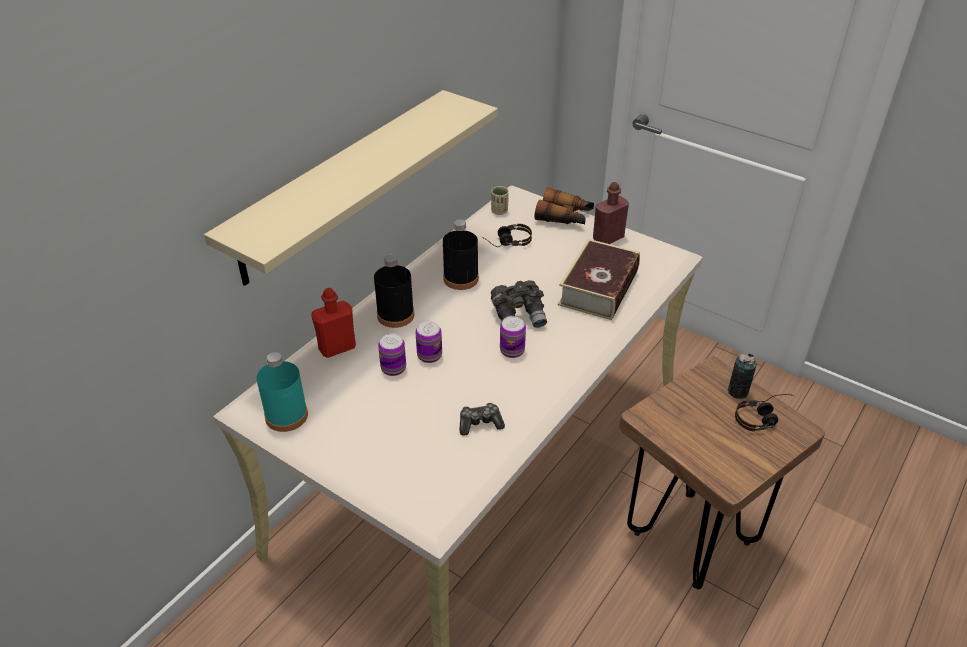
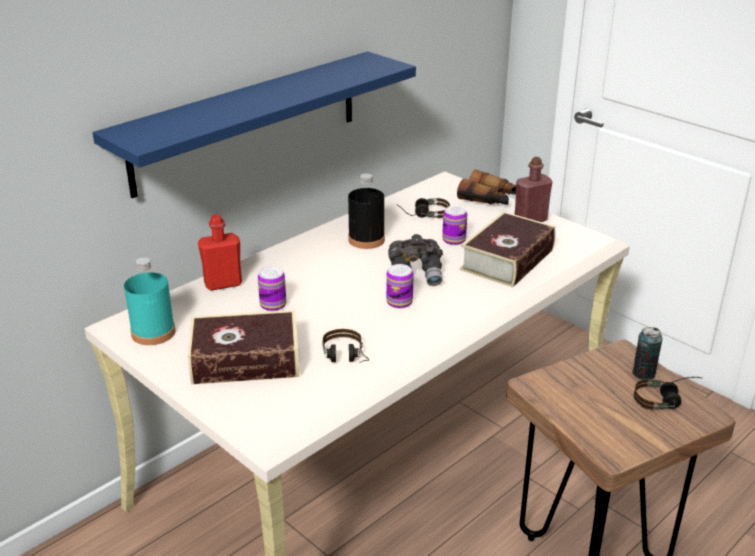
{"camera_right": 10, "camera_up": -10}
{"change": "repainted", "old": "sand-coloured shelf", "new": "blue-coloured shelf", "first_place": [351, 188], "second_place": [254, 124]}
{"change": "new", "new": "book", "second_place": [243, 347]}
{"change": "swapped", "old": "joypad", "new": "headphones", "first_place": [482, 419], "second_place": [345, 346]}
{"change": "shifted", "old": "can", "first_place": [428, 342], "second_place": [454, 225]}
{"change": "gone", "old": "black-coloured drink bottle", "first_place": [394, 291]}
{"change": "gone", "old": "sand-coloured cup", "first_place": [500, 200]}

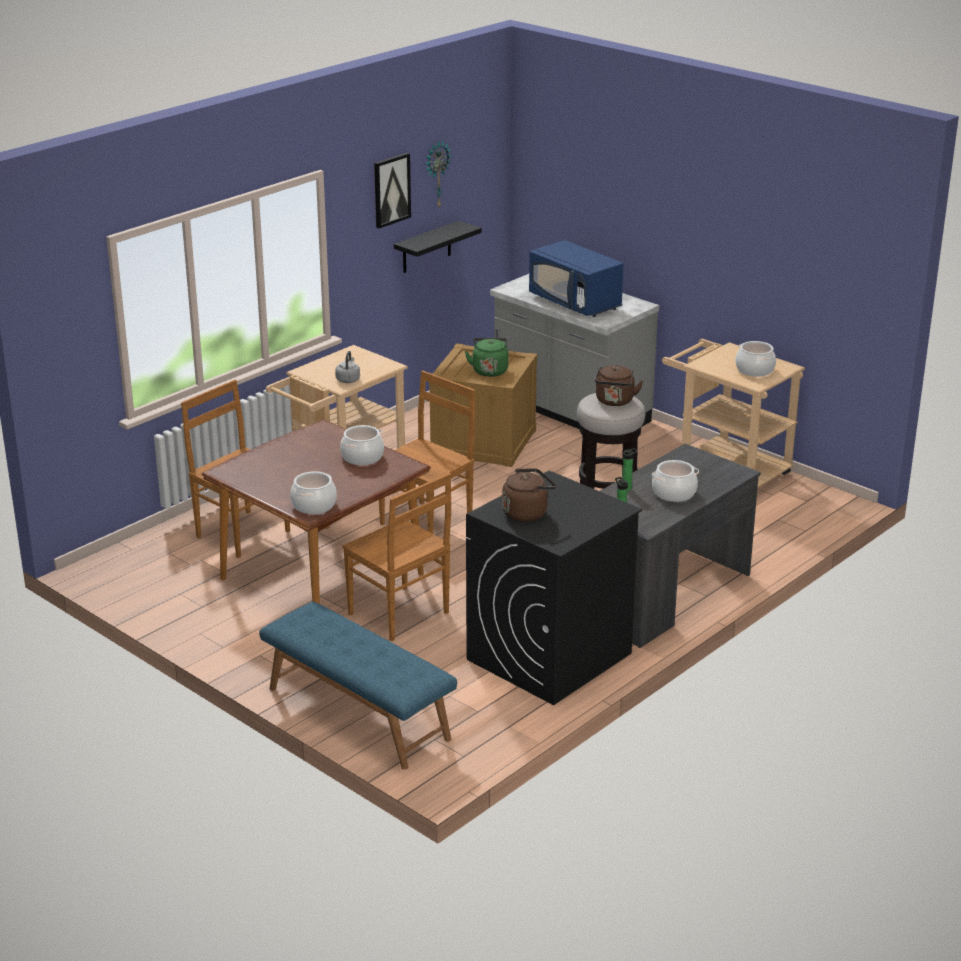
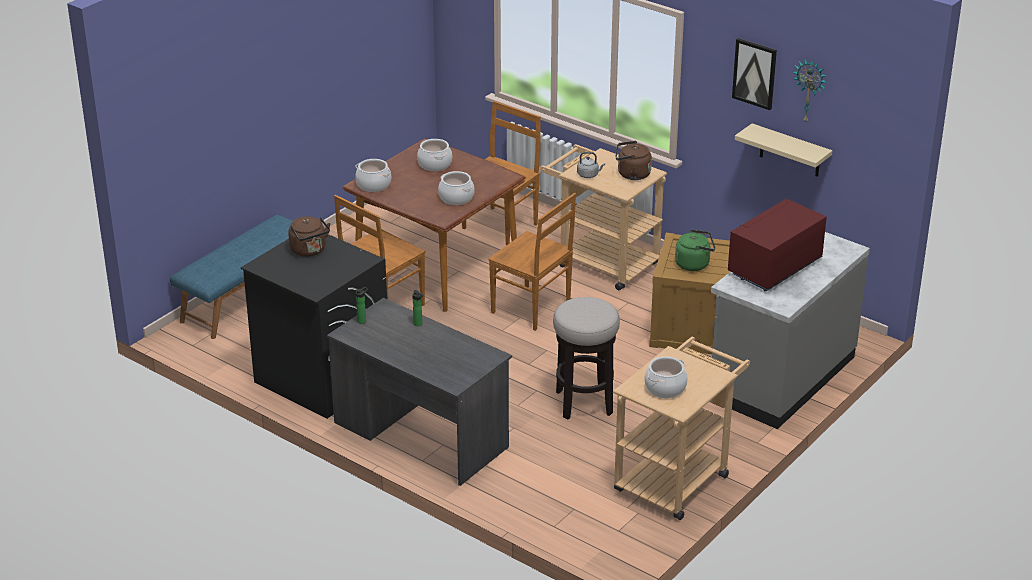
{"camera_right": 85, "camera_up": 5}
{"change": "shifted", "old": "saucepot", "first_place": [675, 481], "second_place": [434, 155]}
{"change": "shifted", "old": "brown kettle", "first_place": [619, 385], "second_place": [634, 160]}
{"change": "repainted", "old": "blue-coloured microwave oven", "new": "reddish microwave oven", "first_place": [576, 278], "second_place": [777, 245]}
{"change": "repainted", "old": "black-coloured shelf", "new": "sand-coloured shelf", "first_place": [438, 247], "second_place": [783, 150]}

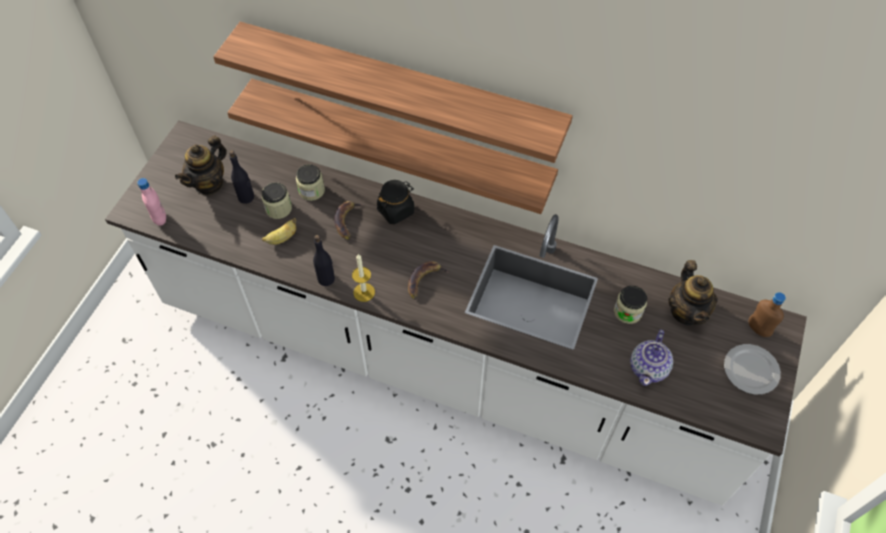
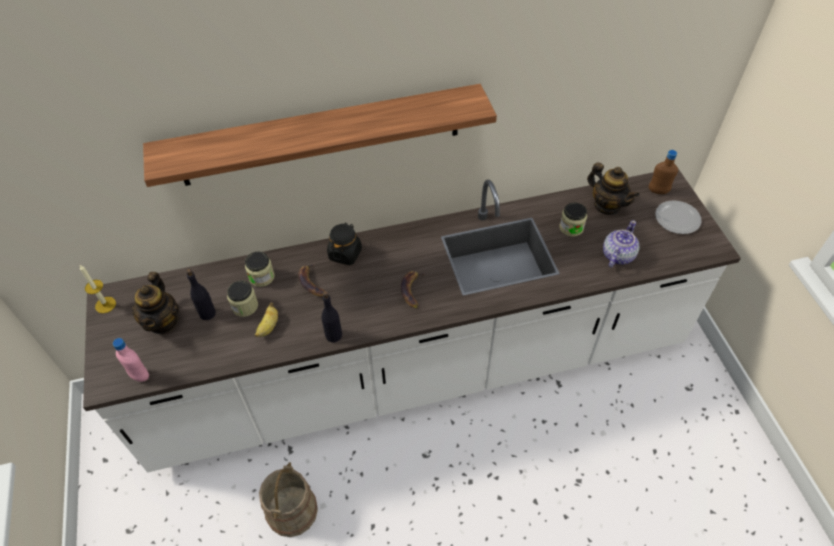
{"camera_right": -35, "camera_up": -5}
{"change": "shifted", "old": "wax candle", "first_place": [363, 278], "second_place": [98, 289]}
{"change": "new", "new": "sand-coloured pail", "second_place": [288, 499]}
{"change": "rotated", "old": "pot for tea", "first_place": [651, 358], "second_place": [621, 244], "degrees": -135}
{"change": "gone", "old": "shelf", "first_place": [392, 146]}

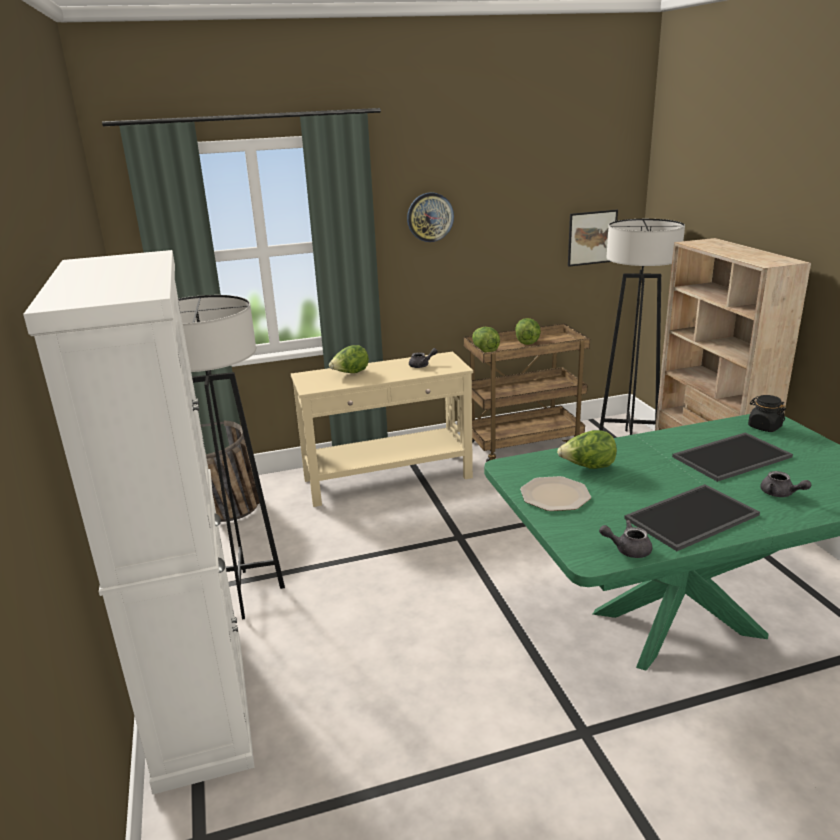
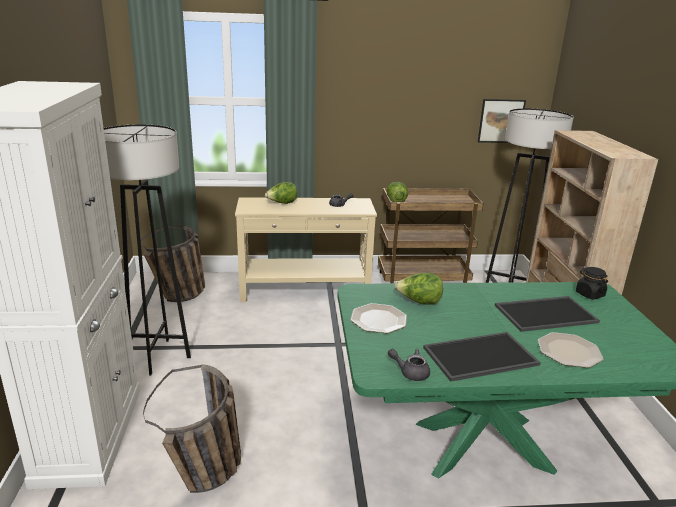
{"camera_right": 10, "camera_up": 0}
{"change": "new", "new": "storage basket", "second_place": [192, 428]}
{"change": "swapped", "old": "gray pot for tea", "new": "dinner plate", "first_place": [785, 484], "second_place": [570, 350]}
{"change": "gone", "old": "hanging clock", "first_place": [430, 217]}
{"change": "gone", "old": "lettuce", "first_place": [528, 331]}

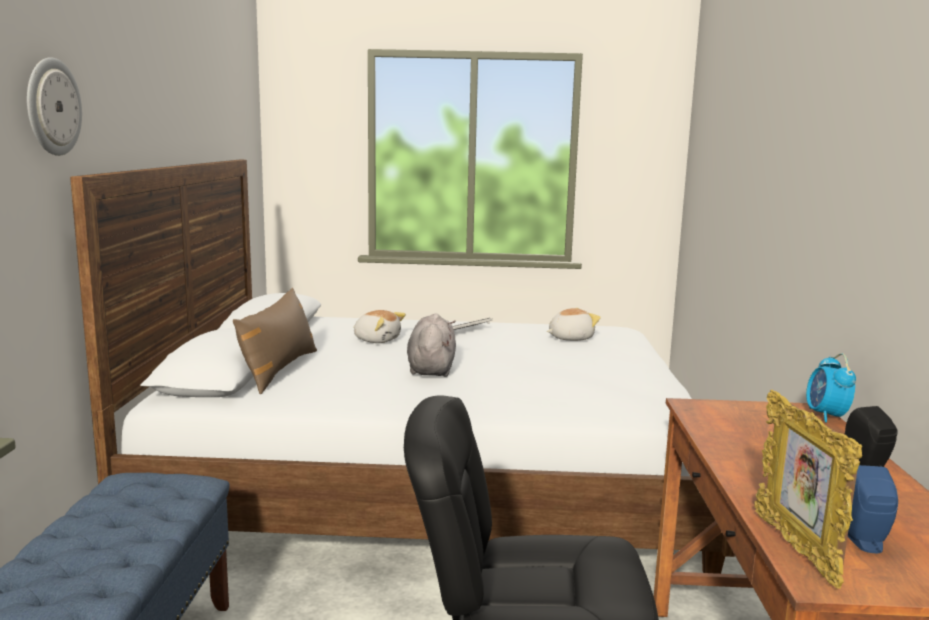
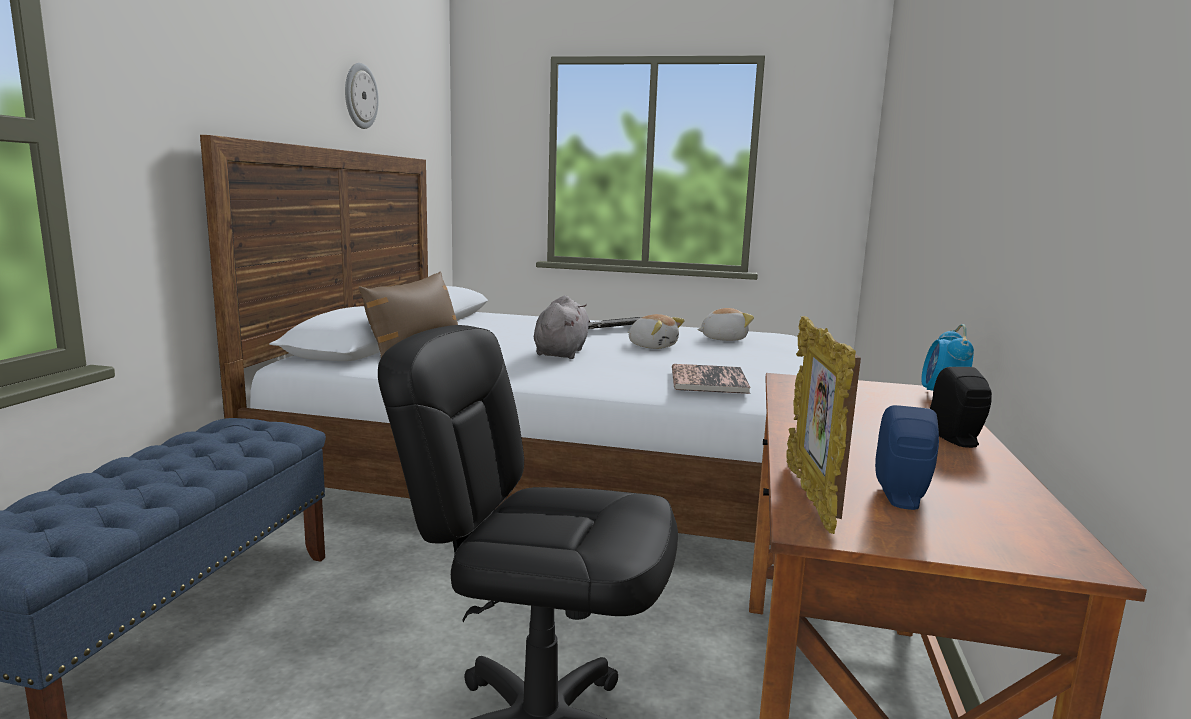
{"camera_right": 10, "camera_up": 0}
{"change": "shifted", "old": "hanging clock", "first_place": [54, 106], "second_place": [362, 96]}
{"change": "shifted", "old": "soft toy", "first_place": [379, 326], "second_place": [656, 331]}
{"change": "new", "new": "book", "second_place": [711, 379]}

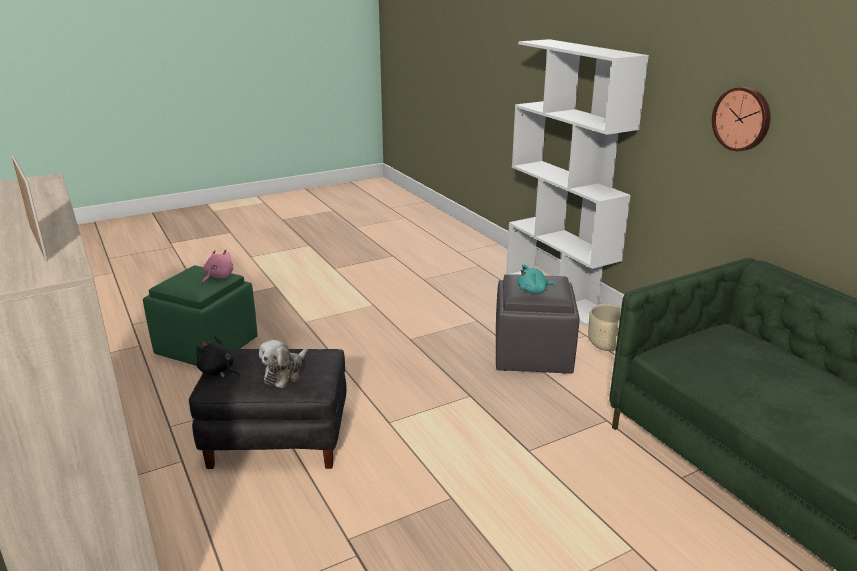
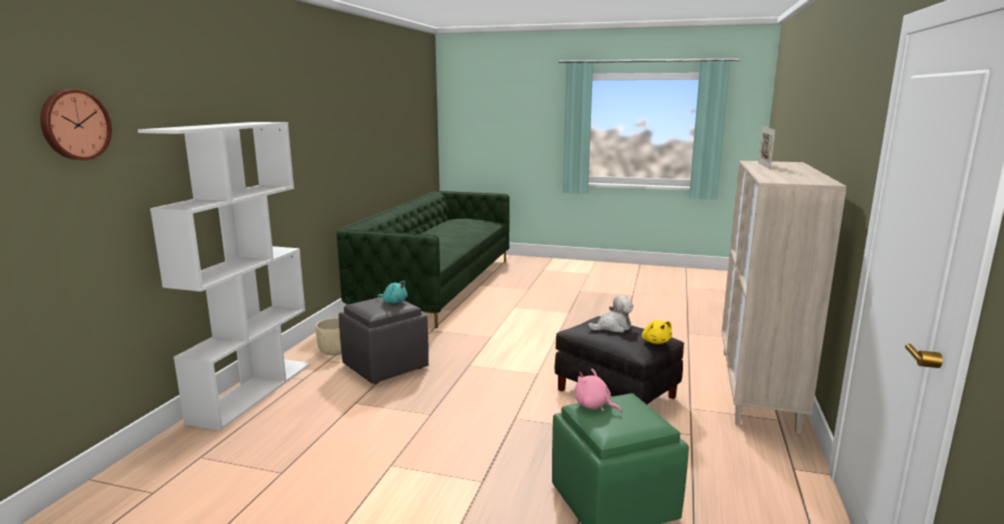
{"camera_right": -135, "camera_up": -10}
{"change": "shifted", "old": "hanging clock", "first_place": [741, 119], "second_place": [76, 124]}
{"change": "rotated", "old": "pink soft toy", "first_place": [218, 266], "second_place": [598, 391], "degrees": 60}
{"change": "repainted", "old": "black-coloured soft toy", "new": "yellow-coloured soft toy", "first_place": [218, 357], "second_place": [657, 332]}

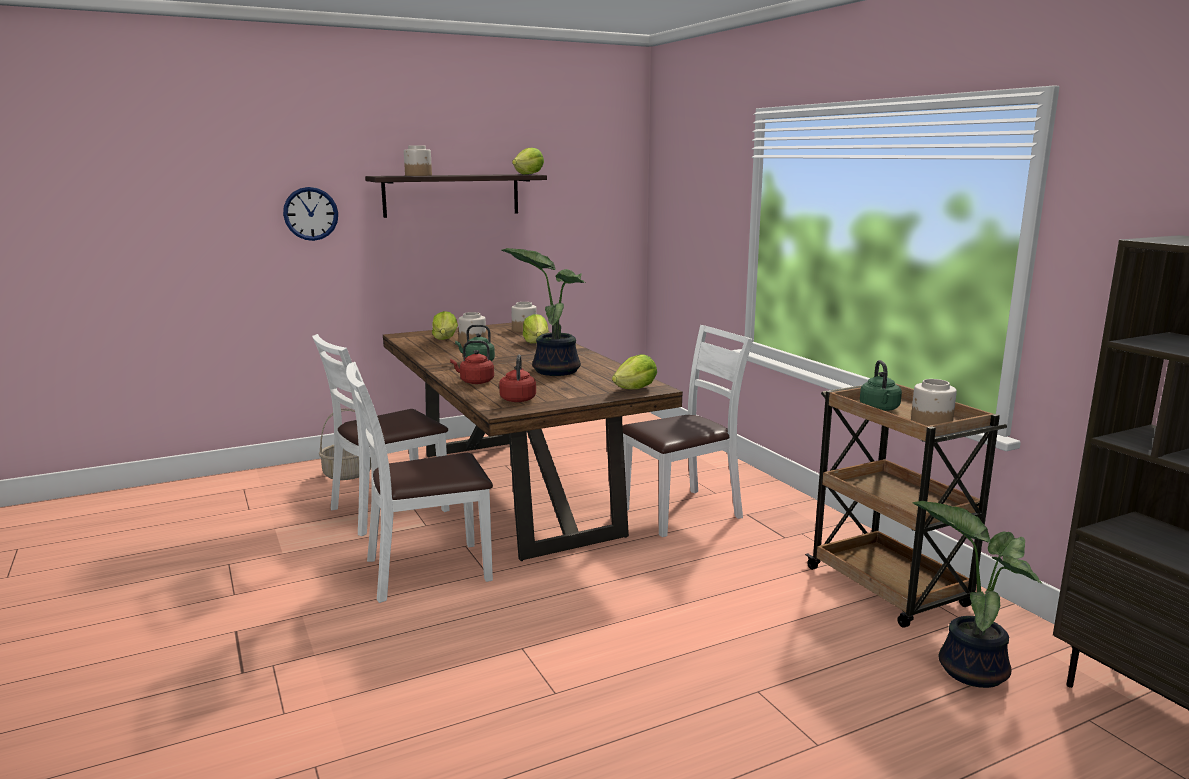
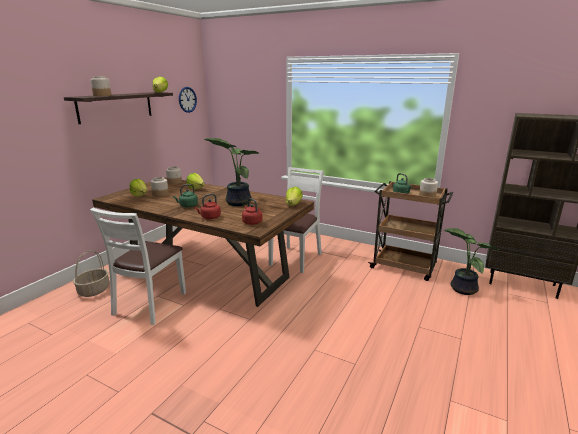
{"camera_right": -35, "camera_up": 5}
{"change": "shifted", "old": "hanging clock", "first_place": [310, 214], "second_place": [188, 100]}
{"change": "gone", "old": "white-coloured plain chair", "first_place": [419, 482]}

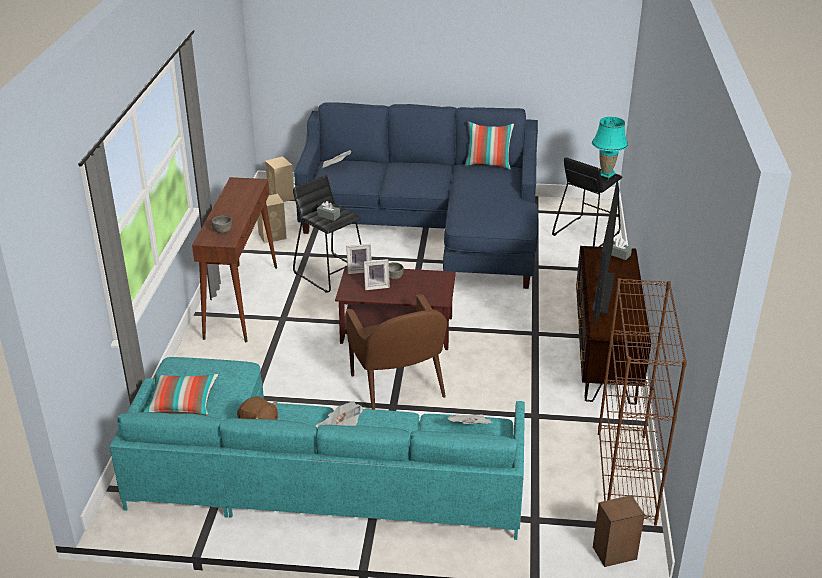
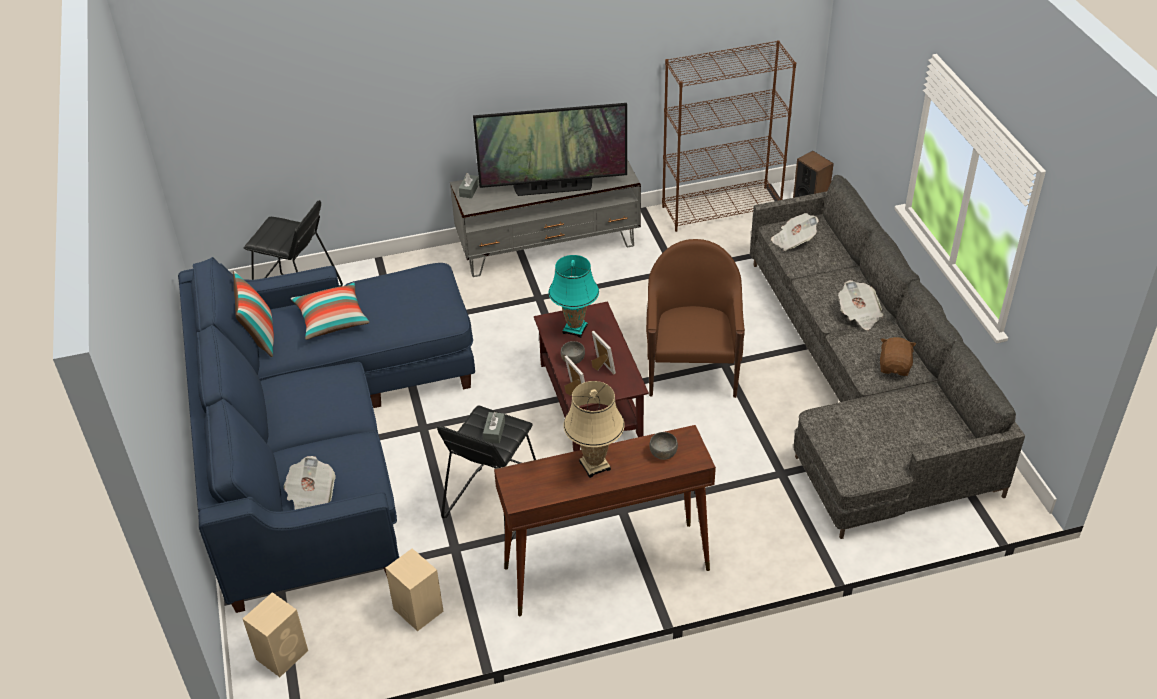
{"camera_right": -110, "camera_up": 10}
{"change": "shifted", "old": "pillow", "first_place": [180, 394], "second_place": [330, 311]}
{"change": "repainted", "old": "brown tv stand", "new": "gray tv stand", "first_place": [613, 325], "second_place": [545, 218]}
{"change": "shifted", "old": "turquoise tabletop lamp", "first_place": [610, 149], "second_place": [573, 296]}
{"change": "new", "new": "sand-coloured tabletop lamp", "second_place": [594, 429]}
{"change": "rotated", "old": "brown easy chair", "first_place": [396, 352], "second_place": [695, 318], "degrees": -45}
{"change": "repainted", "old": "turquoise couch", "new": "gray couch", "first_place": [317, 448], "second_place": [887, 357]}

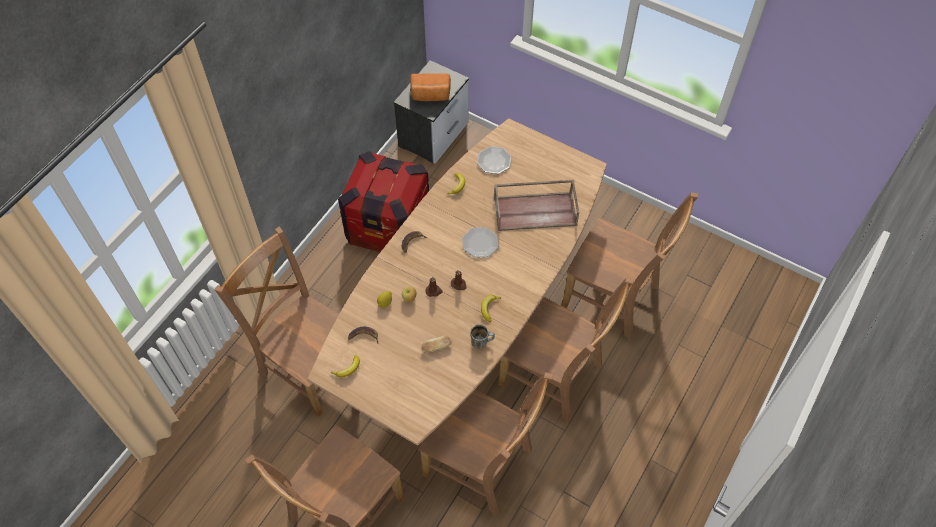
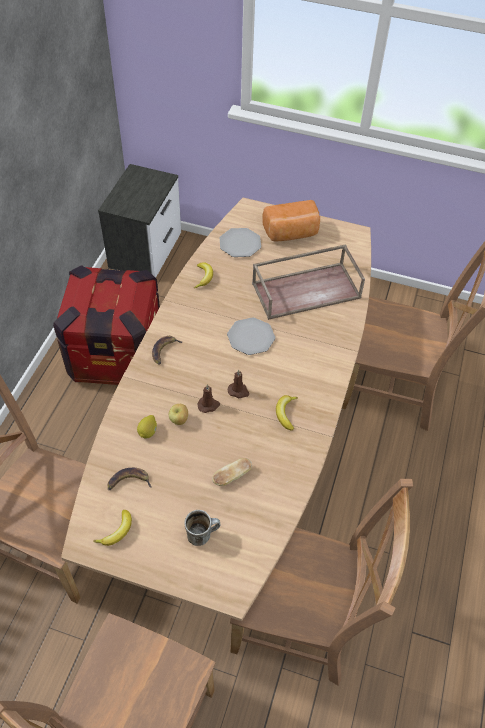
{"camera_right": -15, "camera_up": -5}
{"change": "shifted", "old": "mug", "first_place": [482, 336], "second_place": [202, 528]}
{"change": "shifted", "old": "bread", "first_place": [430, 87], "second_place": [291, 220]}
{"change": "gone", "old": "brown plain chair", "first_place": [566, 350]}

